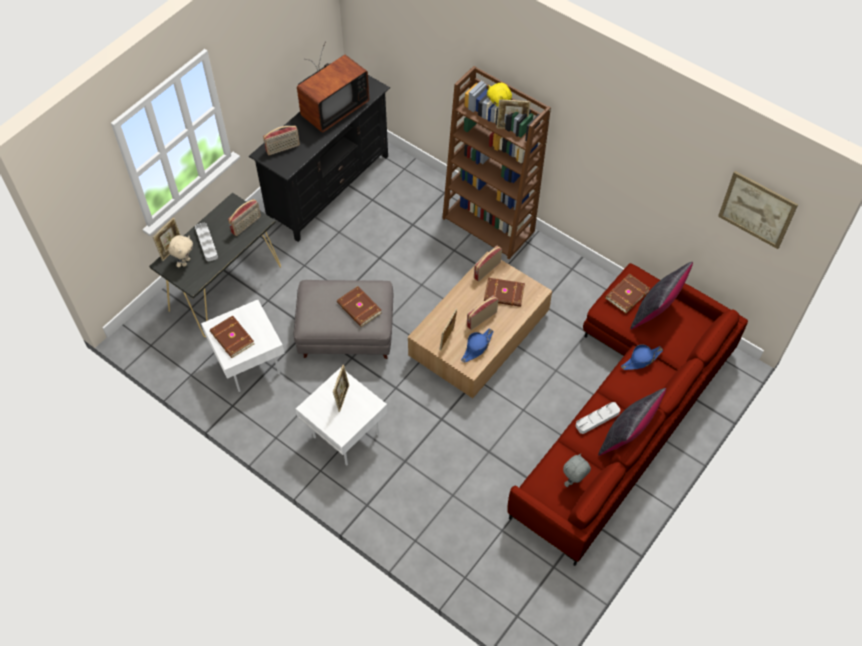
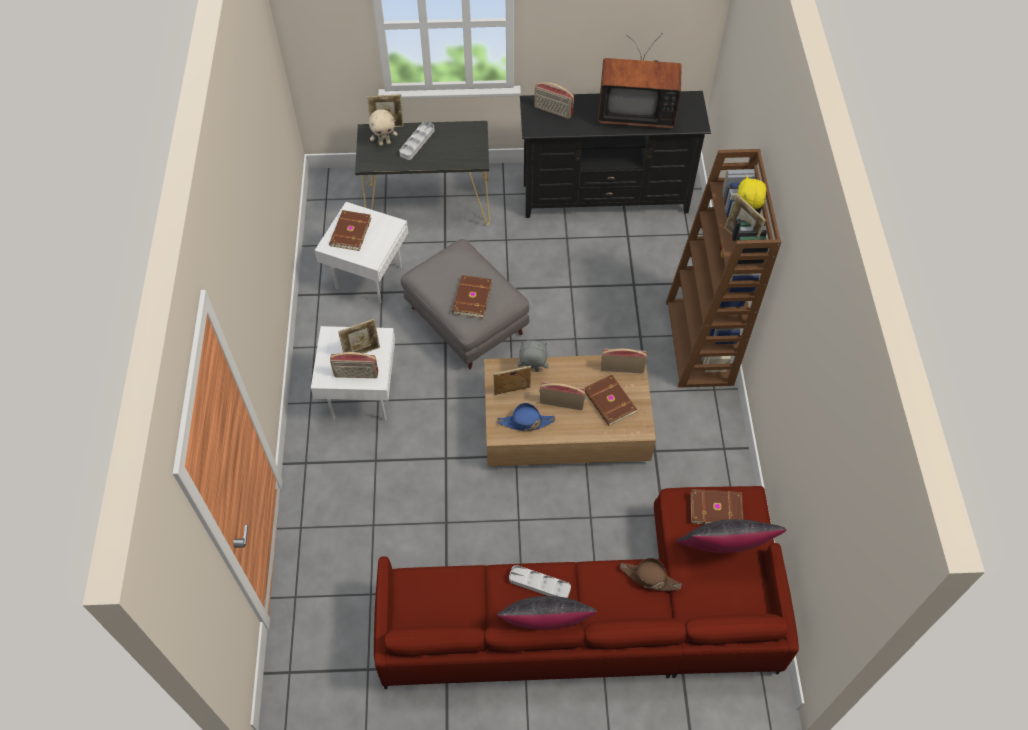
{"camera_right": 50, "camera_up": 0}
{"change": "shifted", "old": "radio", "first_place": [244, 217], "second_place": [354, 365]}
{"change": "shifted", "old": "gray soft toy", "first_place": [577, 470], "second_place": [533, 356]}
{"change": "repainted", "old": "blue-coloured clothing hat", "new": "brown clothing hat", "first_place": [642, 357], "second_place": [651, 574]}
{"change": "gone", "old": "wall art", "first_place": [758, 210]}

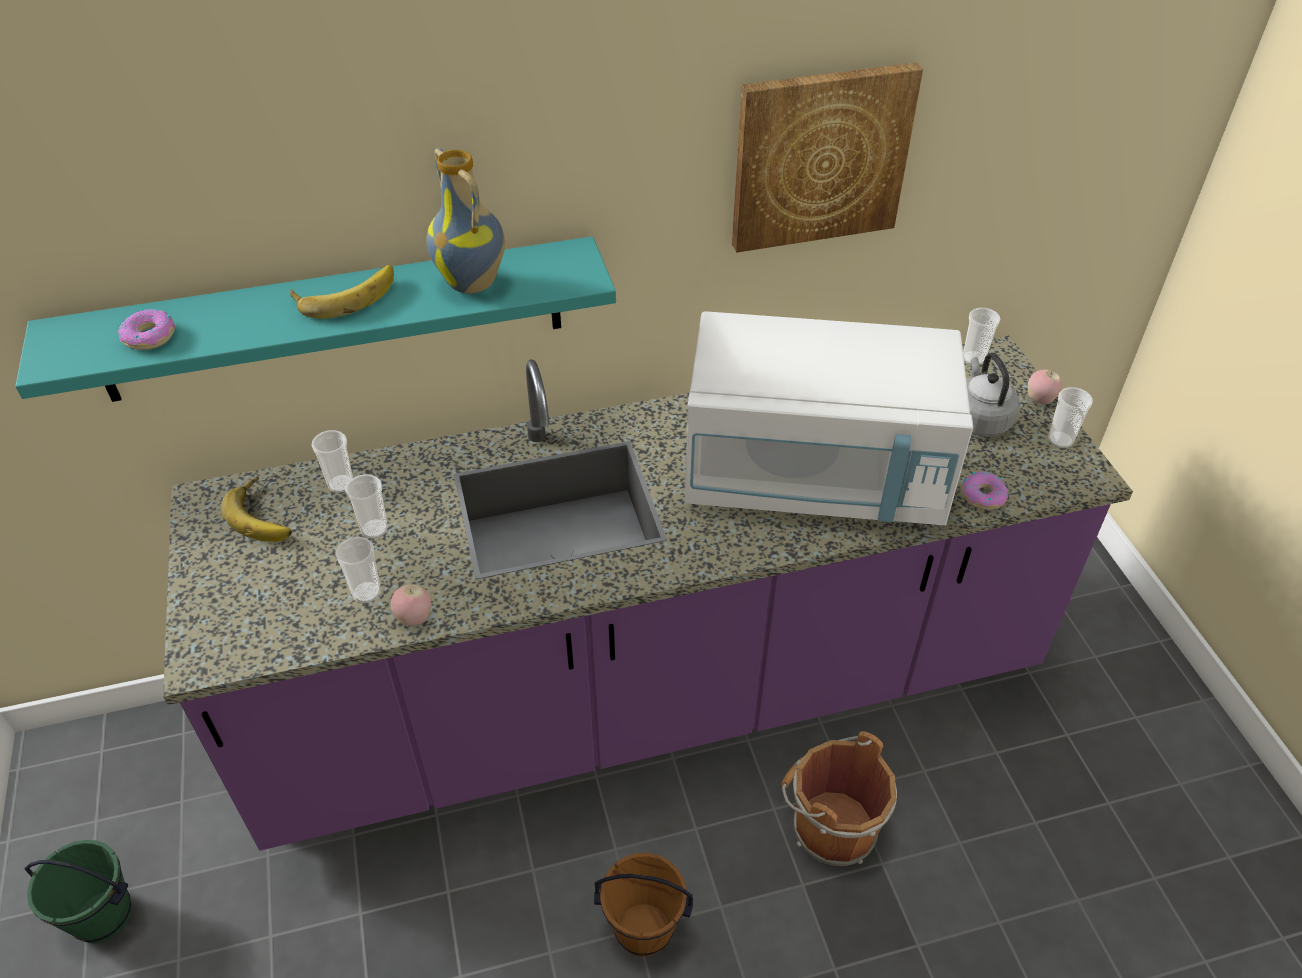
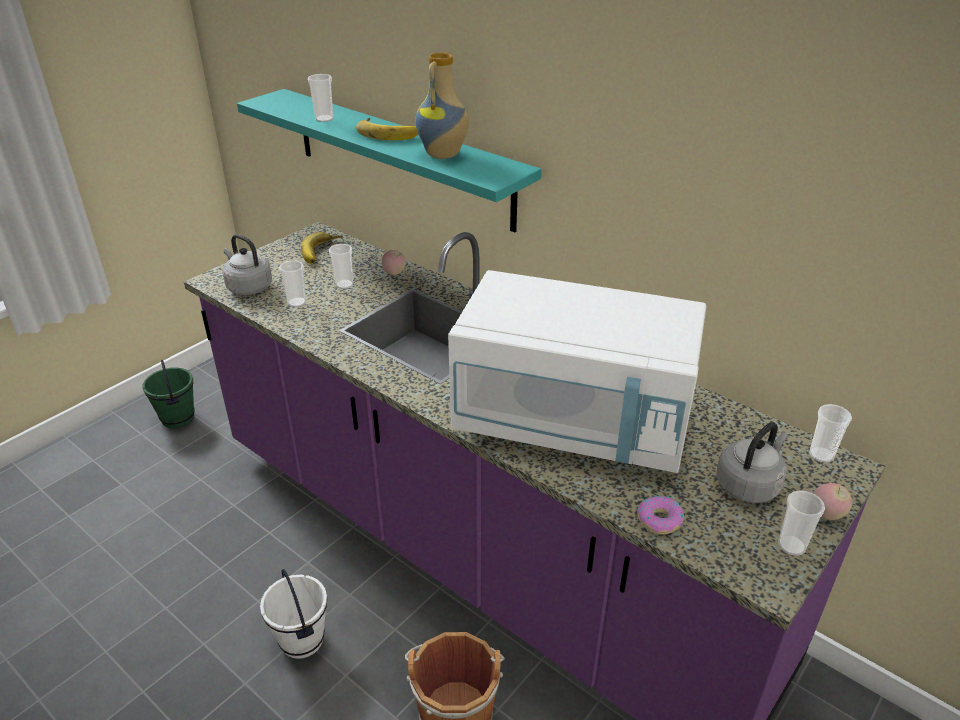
{"camera_right": 55, "camera_up": -10}
{"change": "new", "new": "gray kettle", "second_place": [247, 264]}
{"change": "repainted", "old": "brown pail", "new": "white-coloured pail", "first_place": [643, 905], "second_place": [293, 614]}
{"change": "shifted", "old": "cup", "first_place": [332, 461], "second_place": [320, 98]}
{"change": "shifted", "old": "apple", "first_place": [411, 605], "second_place": [393, 262]}
{"change": "rotated", "old": "white-coloured microwave oven", "first_place": [829, 418], "second_place": [577, 371], "degrees": -45}
{"change": "gone", "old": "doughnut", "first_place": [146, 329]}
{"change": "gone", "old": "wall art", "first_place": [827, 157]}

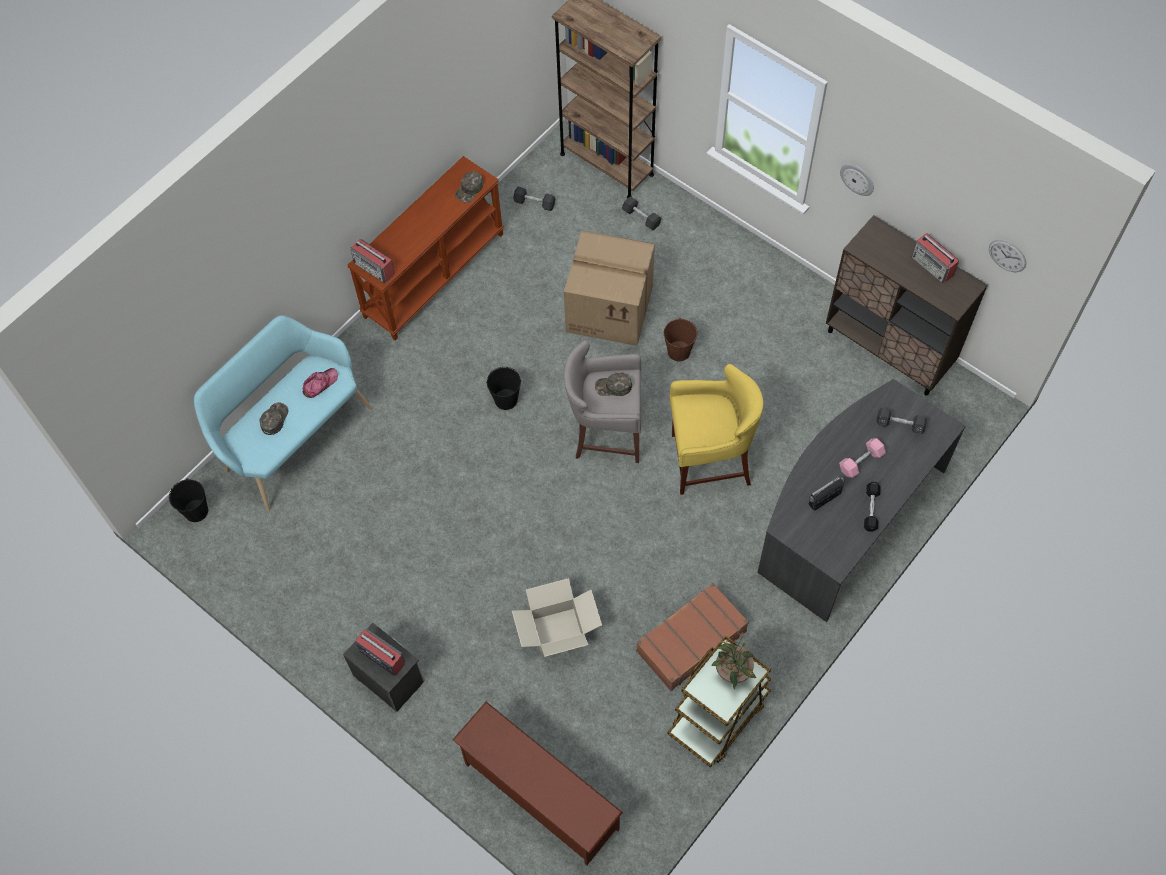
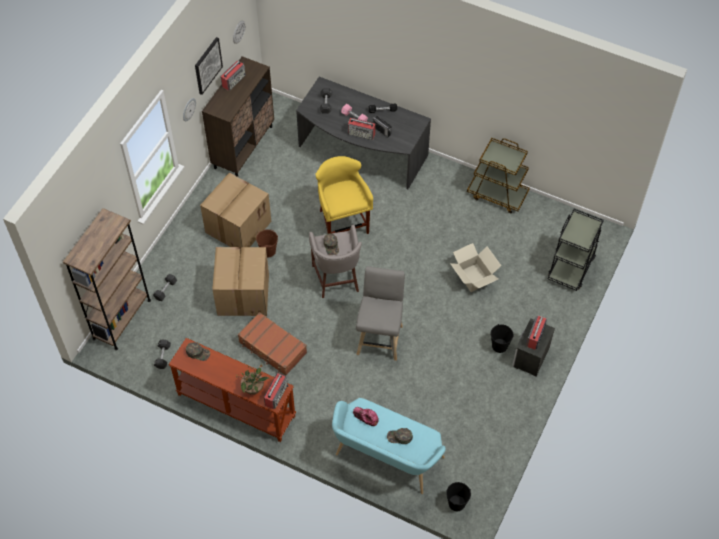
{"camera_right": -105, "camera_up": -5}
{"change": "new", "new": "wall art", "second_place": [209, 66]}
{"change": "new", "new": "carton", "second_place": [235, 209]}
{"change": "shifted", "old": "potted plant", "first_place": [734, 660], "second_place": [252, 379]}
{"change": "shifted", "old": "brown suitcase", "first_place": [692, 637], "second_place": [272, 343]}
{"change": "new", "new": "radio", "second_place": [362, 129]}
{"change": "new", "new": "gray stool", "second_place": [380, 313]}
{"change": "shifted", "old": "black-coloured pail", "first_place": [503, 388], "second_place": [502, 338]}
{"change": "swapped", "old": "brown shoe rack", "new": "black-coloured wheeled cart", "first_place": [538, 783], "second_place": [576, 250]}

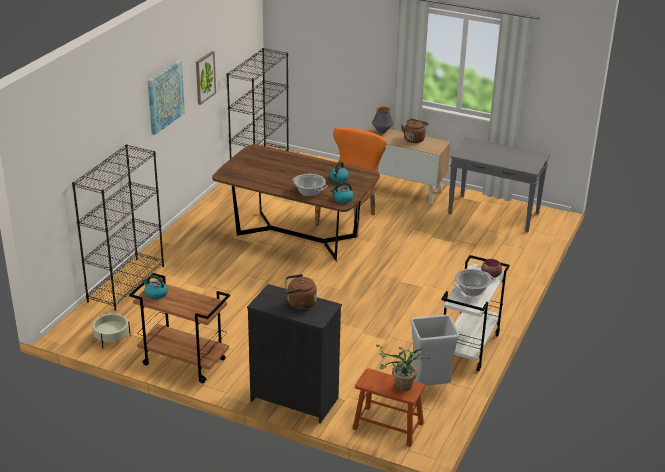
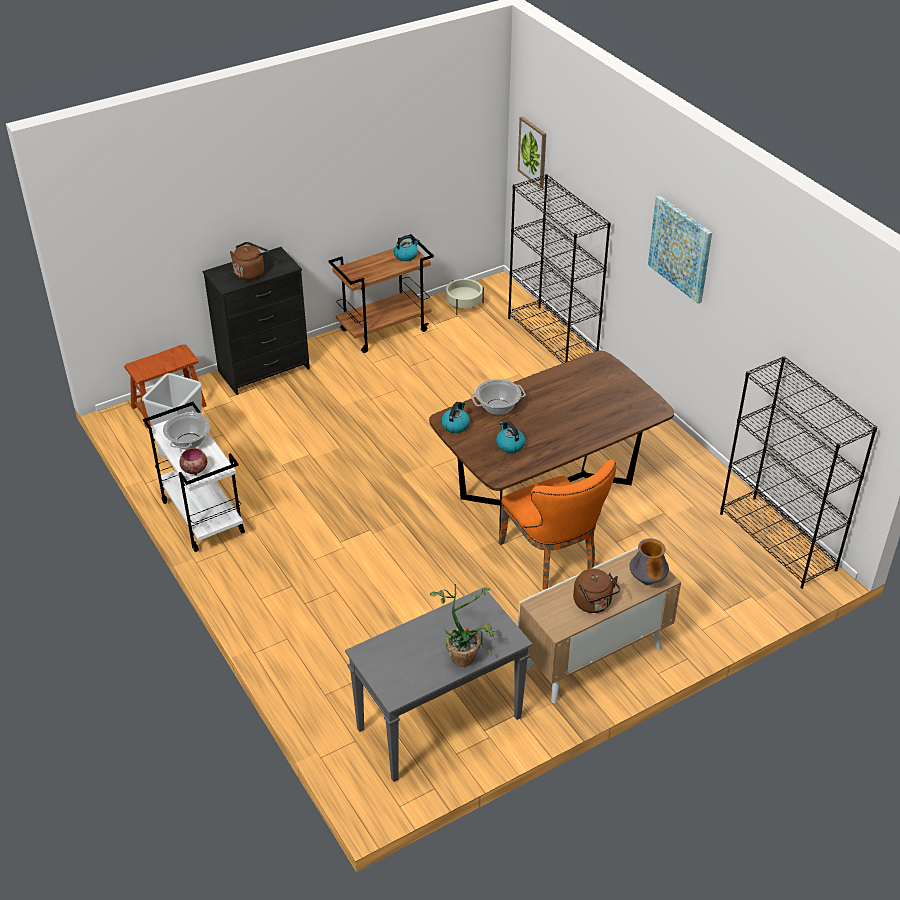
{"camera_right": 125, "camera_up": 10}
{"change": "shifted", "old": "potted plant", "first_place": [403, 368], "second_place": [464, 625]}
{"change": "shifted", "old": "wall art", "first_place": [206, 78], "second_place": [532, 152]}

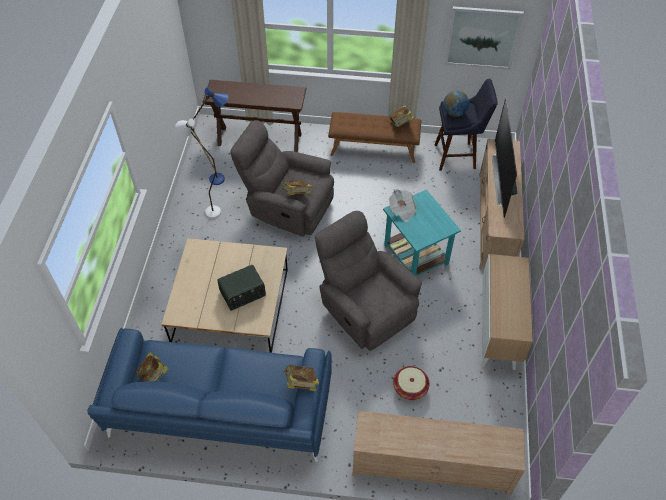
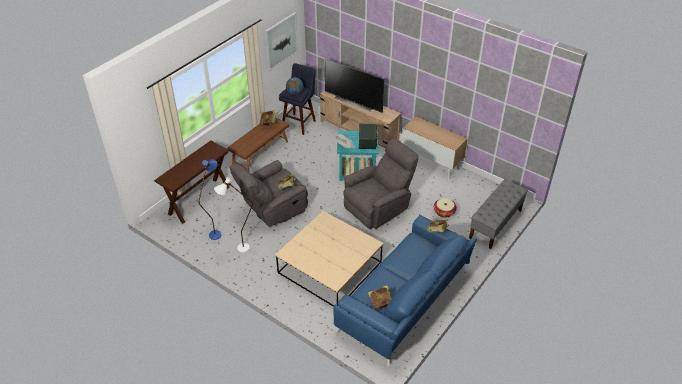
{"camera_right": -60, "camera_up": -10}
{"change": "rotated", "old": "gray easy chair", "first_place": [368, 281], "second_place": [381, 184], "degrees": 150}
{"change": "shifted", "old": "radio", "first_place": [241, 288], "second_place": [368, 136]}
{"change": "swapped", "old": "sand-coloured tv stand", "new": "gray bench", "first_place": [438, 452], "second_place": [498, 214]}

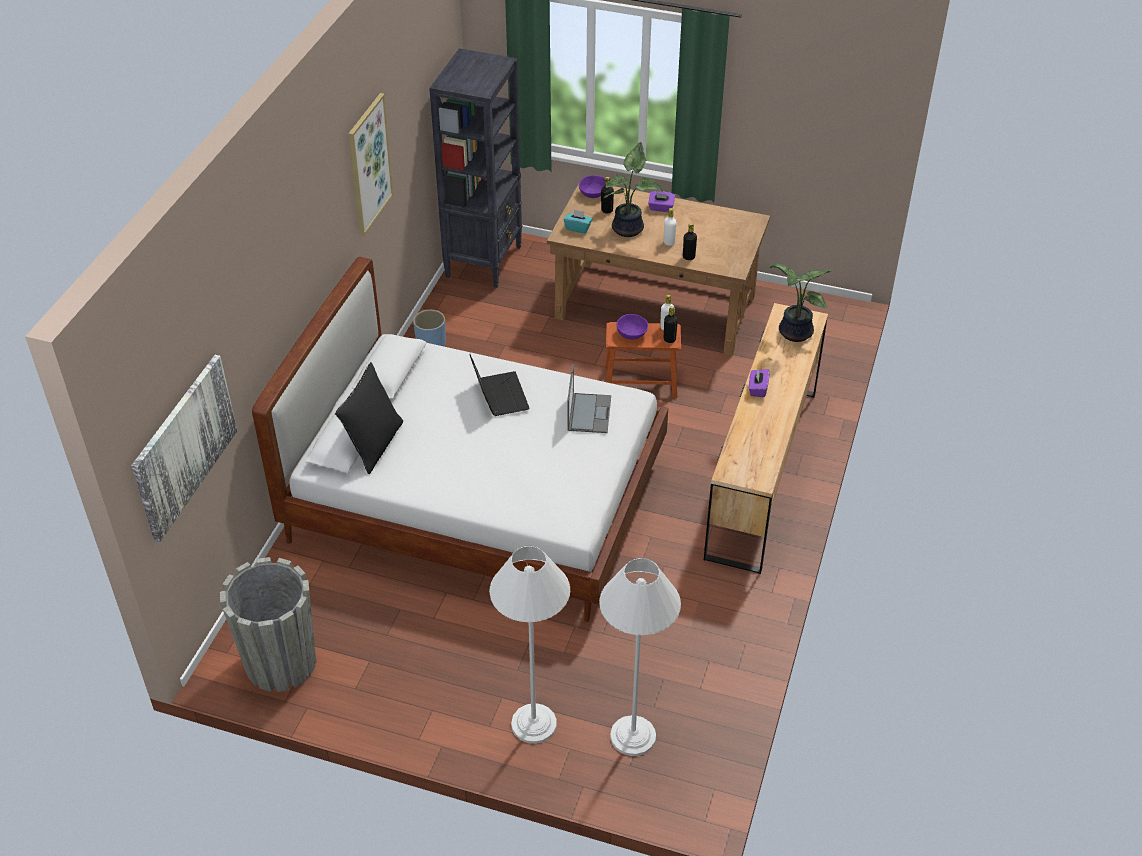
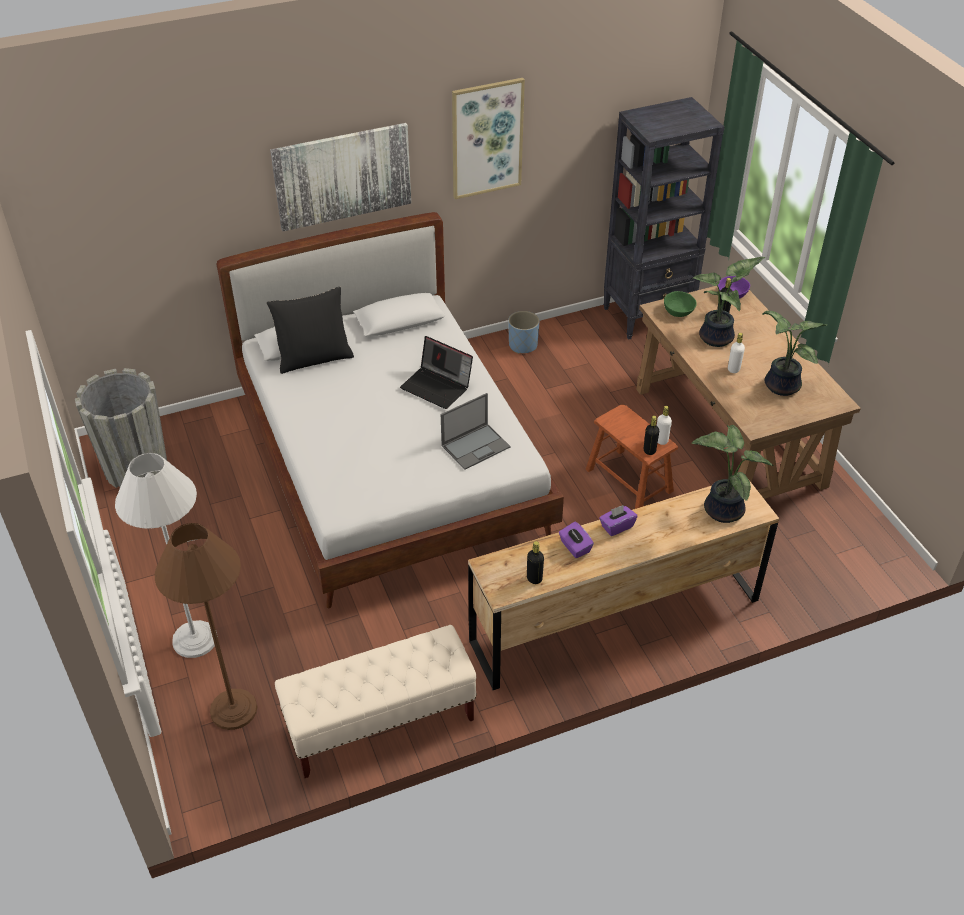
{"camera_right": 50, "camera_up": 0}
{"change": "repainted", "old": "white-coloured standing lamp", "new": "brown standing lamp", "first_place": [640, 657], "second_place": [206, 626]}
{"change": "shifted", "old": "wall art", "first_place": [184, 448], "second_place": [340, 177]}
{"change": "new", "new": "sand-coloured bench", "second_place": [376, 701]}
{"change": "rotated", "old": "notebook computer", "first_place": [499, 385], "second_place": [436, 372], "degrees": 90}
{"change": "shifted", "old": "black-coloured drink bottle", "first_place": [690, 241], "second_place": [535, 562]}
{"change": "shifted", "old": "purple-coloured tissue box", "first_place": [661, 201], "second_place": [576, 539]}
{"change": "swapped", "old": "turquoise tissue box", "new": "green deep dish", "first_place": [578, 221], "second_place": [680, 304]}
{"change": "new", "new": "potted plant", "second_place": [794, 353]}
{"change": "gone", "old": "purple-coloured deep dish", "first_place": [632, 327]}

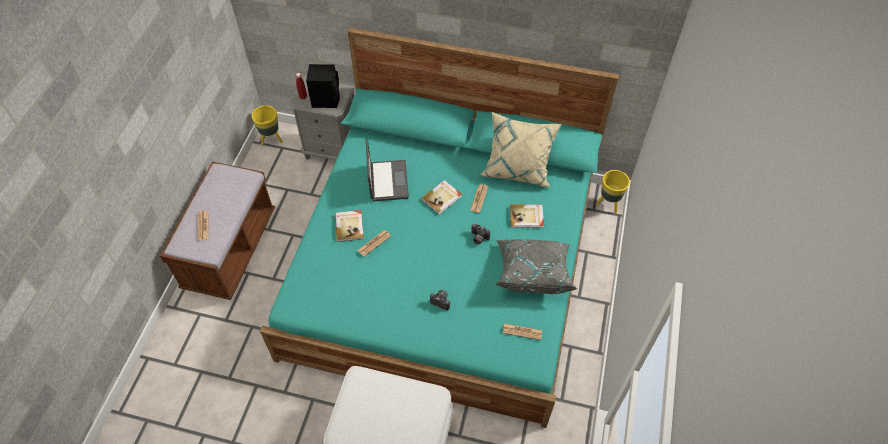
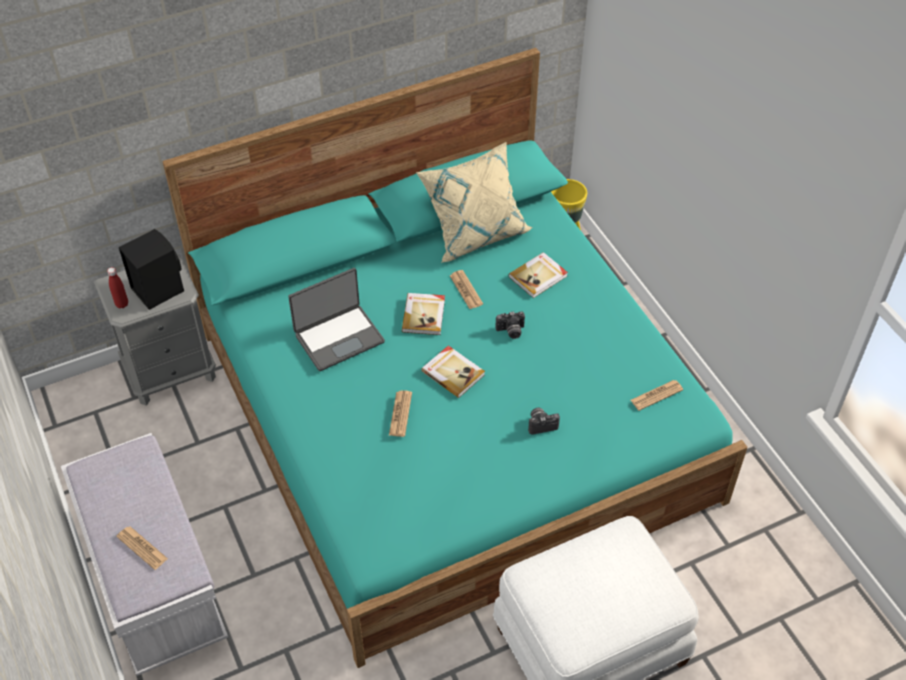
{"camera_right": -40, "camera_up": -5}
{"change": "repainted", "old": "brown bench", "new": "white-coloured bench", "first_place": [217, 230], "second_place": [144, 554]}
{"change": "rotated", "old": "notebook computer", "first_place": [387, 170], "second_place": [336, 319], "degrees": 105}
{"change": "shifted", "old": "book", "first_place": [349, 226], "second_place": [453, 371]}
{"change": "gone", "old": "yellow-coloured planter", "first_place": [267, 125]}
{"change": "gone", "old": "gray pillow", "first_place": [536, 266]}

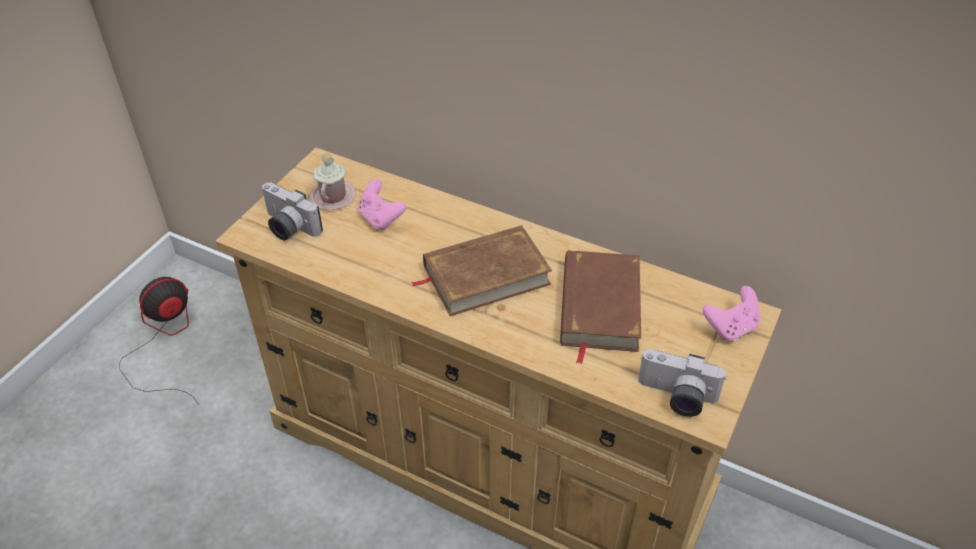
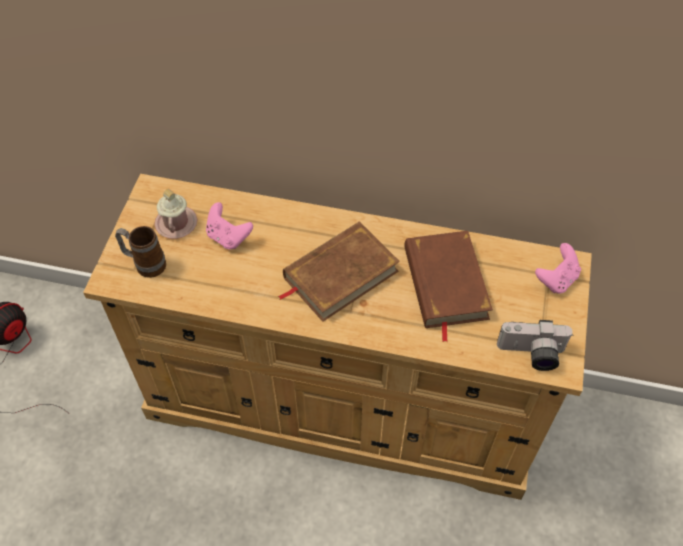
{"camera_right": -15, "camera_up": 10}
{"change": "swapped", "old": "still camera", "new": "mug", "first_place": [292, 211], "second_place": [140, 252]}

